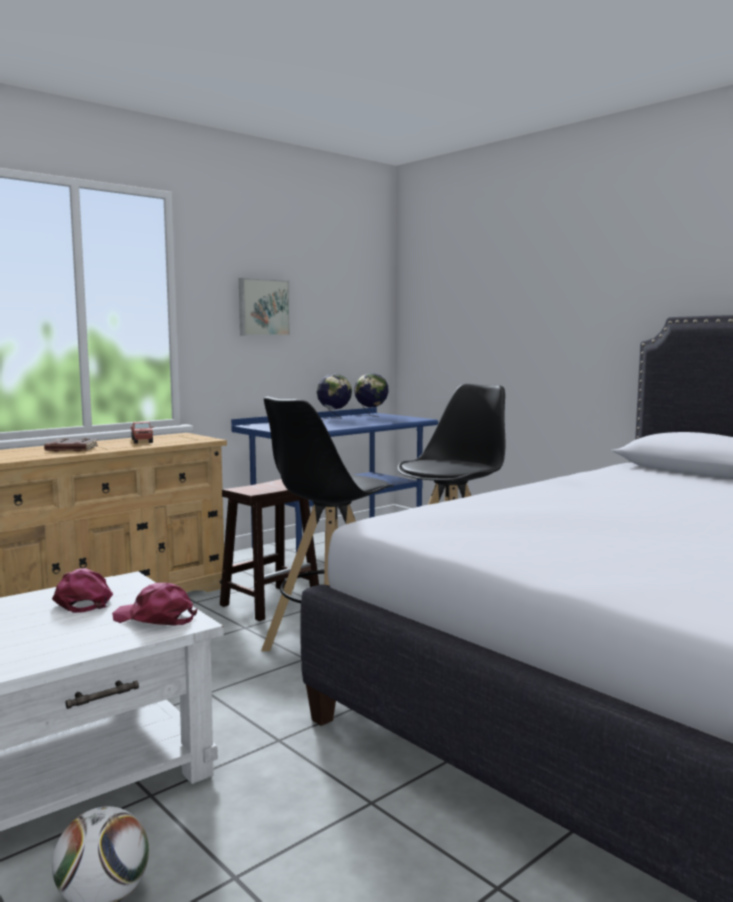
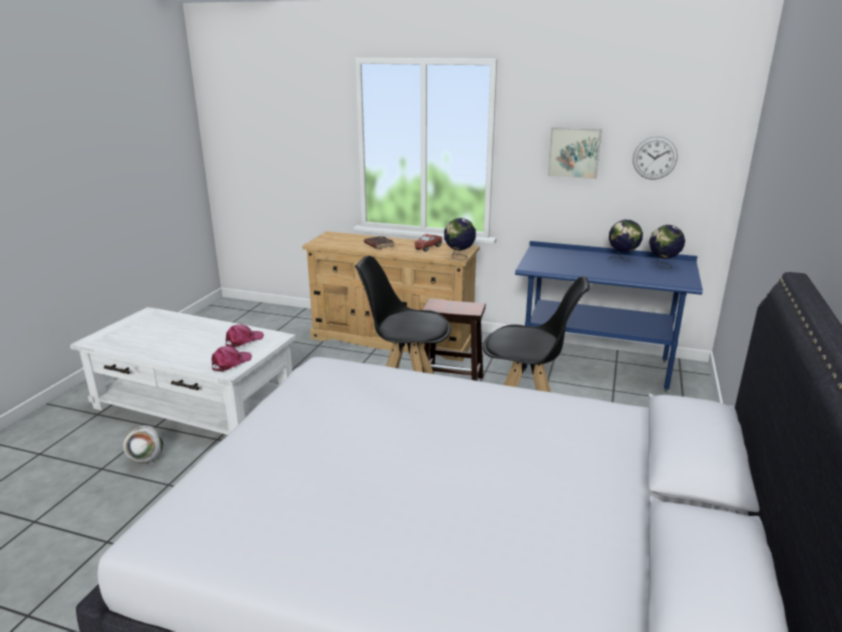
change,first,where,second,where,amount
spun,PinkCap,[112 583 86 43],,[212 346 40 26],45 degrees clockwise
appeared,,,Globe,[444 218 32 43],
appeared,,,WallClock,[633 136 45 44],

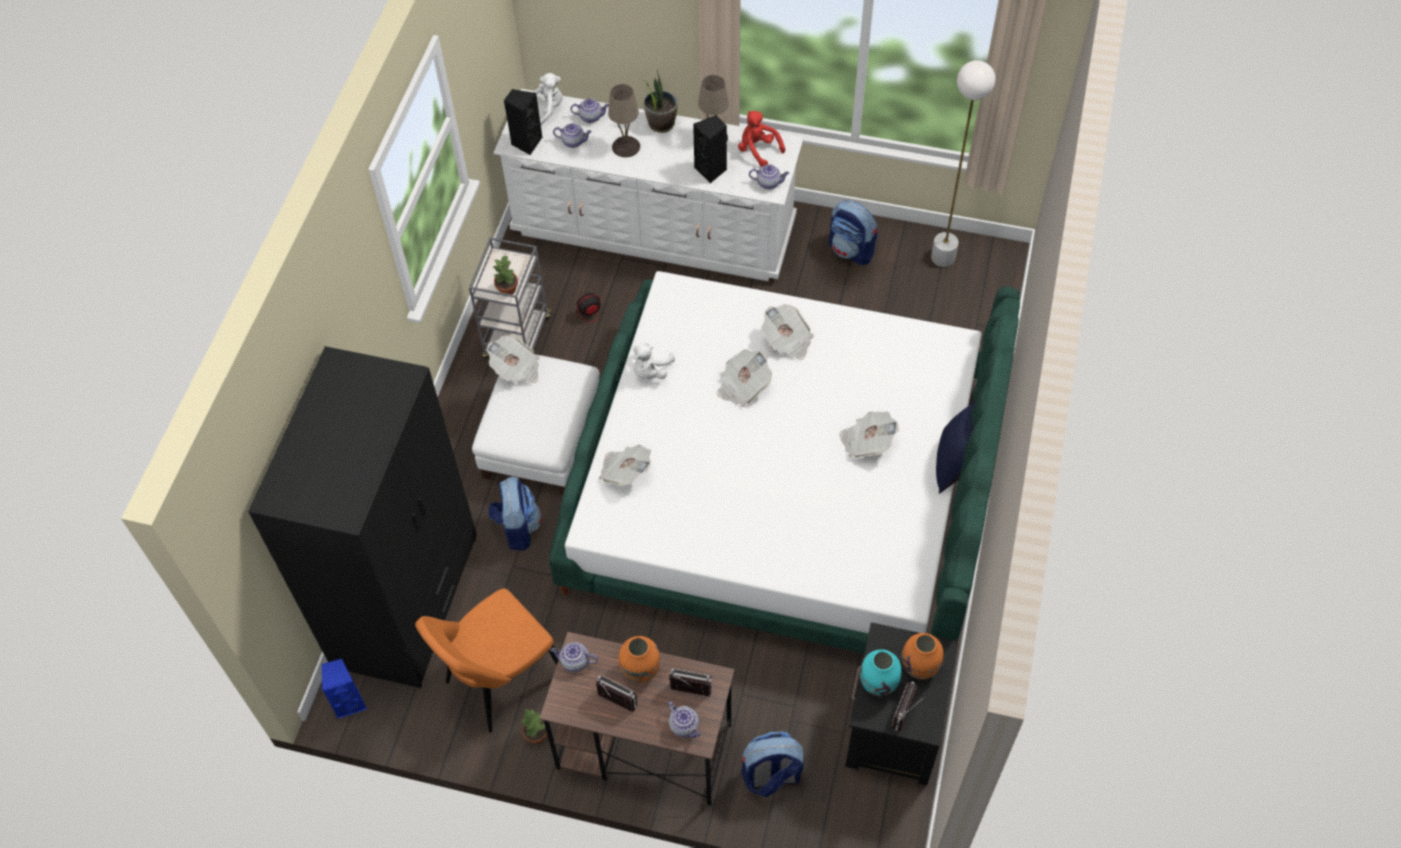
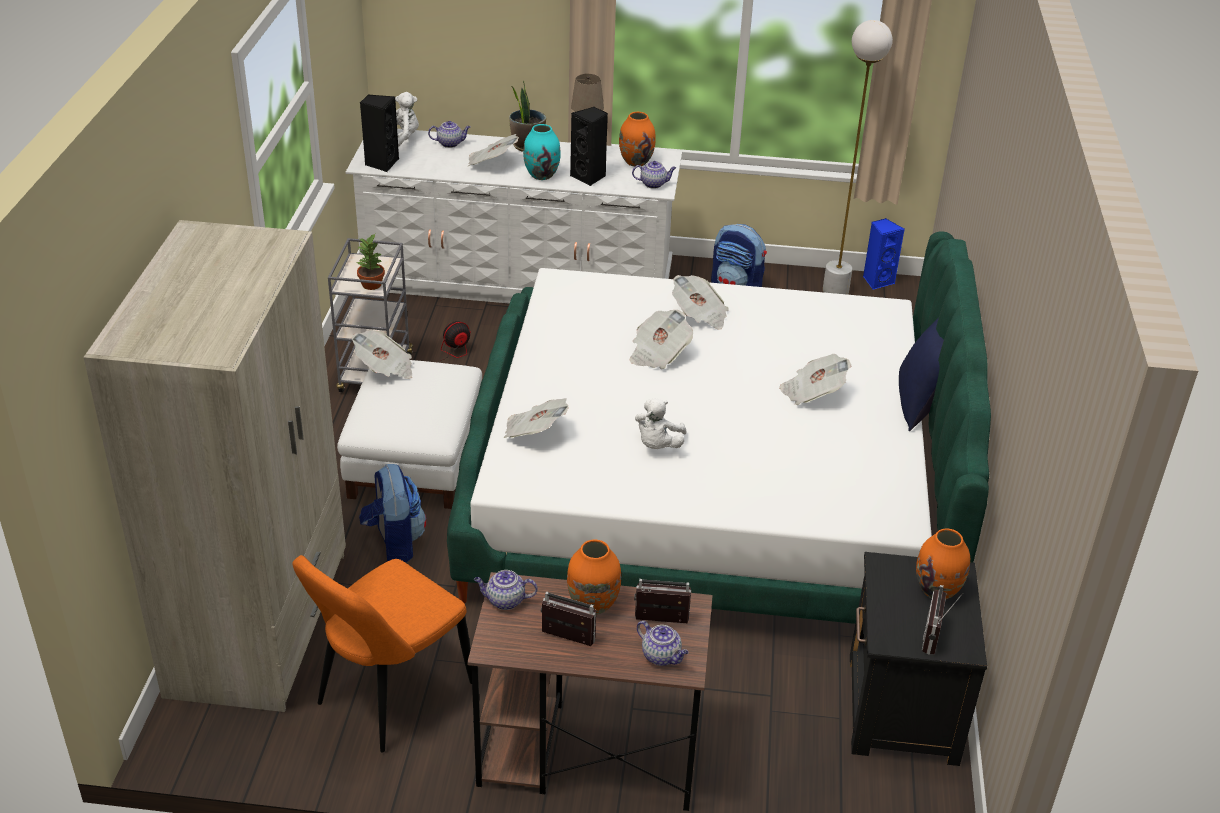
change,first,where,second,where,amount
colour,BlackWardrobe,[248 346 229 342],BeigeWardrobe,[83 220 263 492],
relocated,BlueSpeaker,[322 658 45 61],,[863 218 42 72],
missing,PottedPlant,[521 709 26 35],,,
missing,Teapot,[553 123 39 25],,,
exchanged,BeigeTableLamp,[608 84 32 73],Newspaper,[468 134 51 32],
relocated,WhitePlushToy,[633 343 42 36],,[635 398 52 51],
exchanged,RedPlushToy,[738 111 47 56],OrangeVase,[619 112 37 55],
missing,Backpack,[741 731 63 66],,,
relocated,TurquoiseVase,[860 649 42 47],,[523 124 38 56],

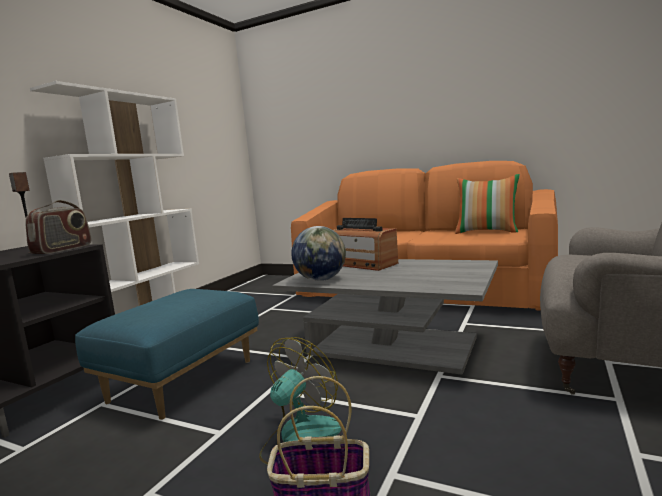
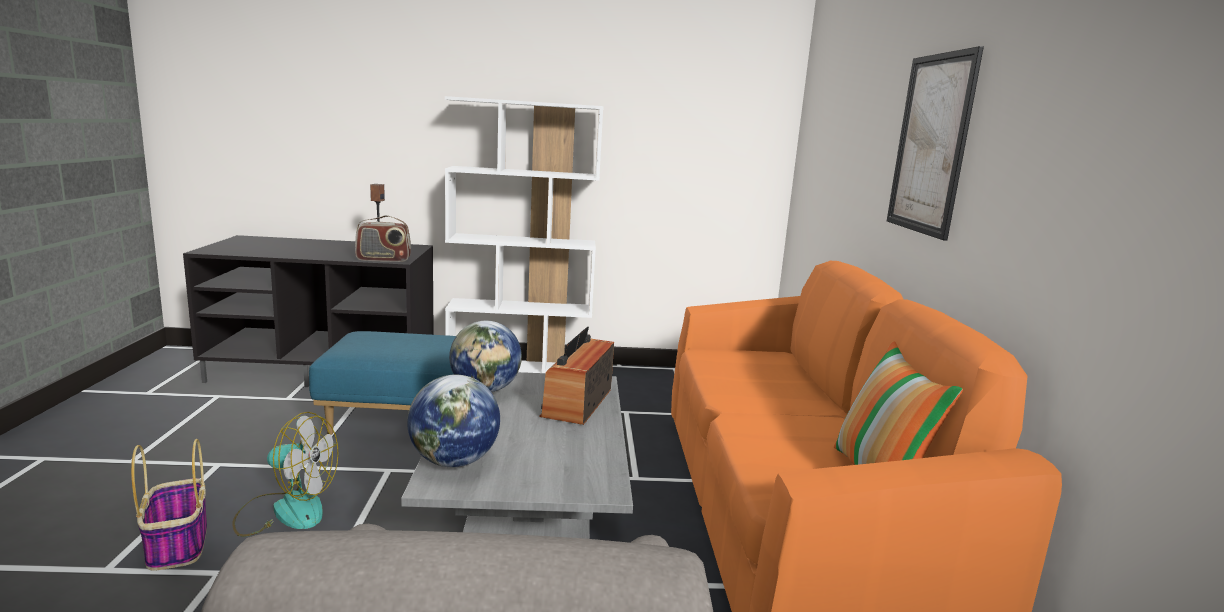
change,first,where,second,where,amount
appeared,,,Globe,[407 375 93 92],
appeared,,,Picture,[887 46 97 195],

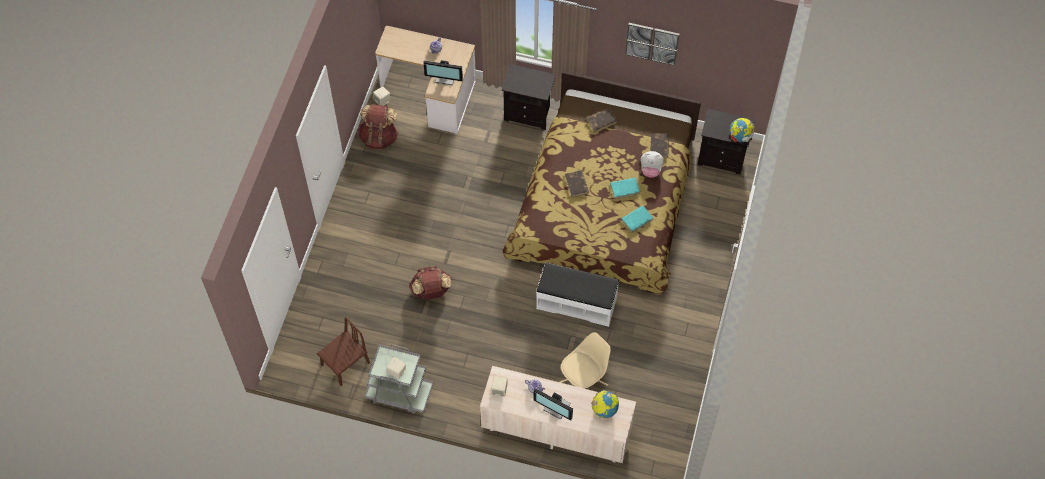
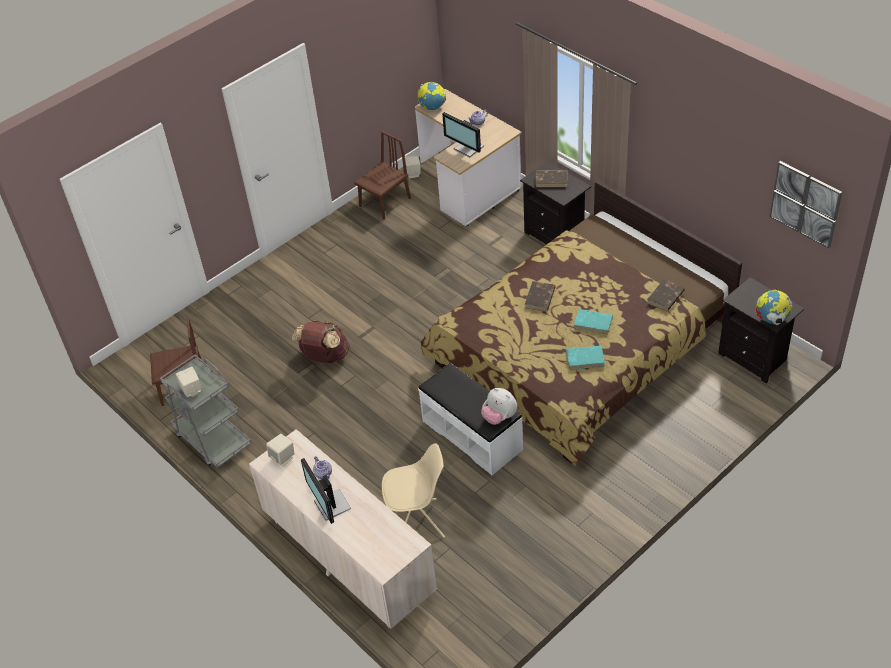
change,first,where,second,where,amount
exchanged,BrownBackpack,[358 104 40 46],BrownChair,[354 131 57 89],
relocated,BrownBook,[586 109 31 24],,[536 170 31 17],
relocated,Globe,[591 390 28 28],,[417 82 29 28],
relocated,Picture,[625 23 54 43],,[769 161 73 88],
relocated,PlushToy,[641 151 23 27],,[481 388 36 37],

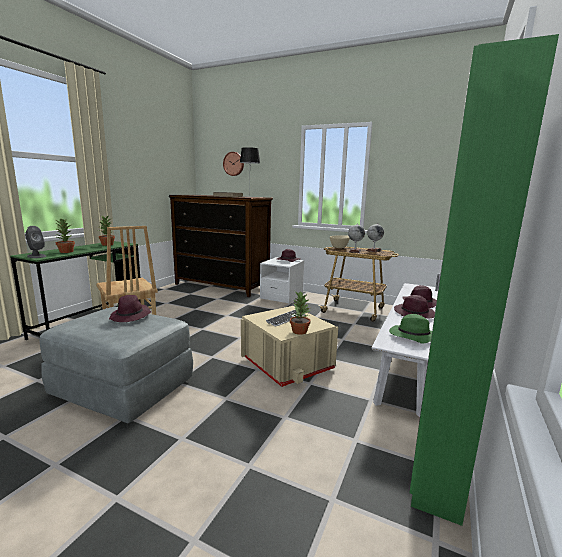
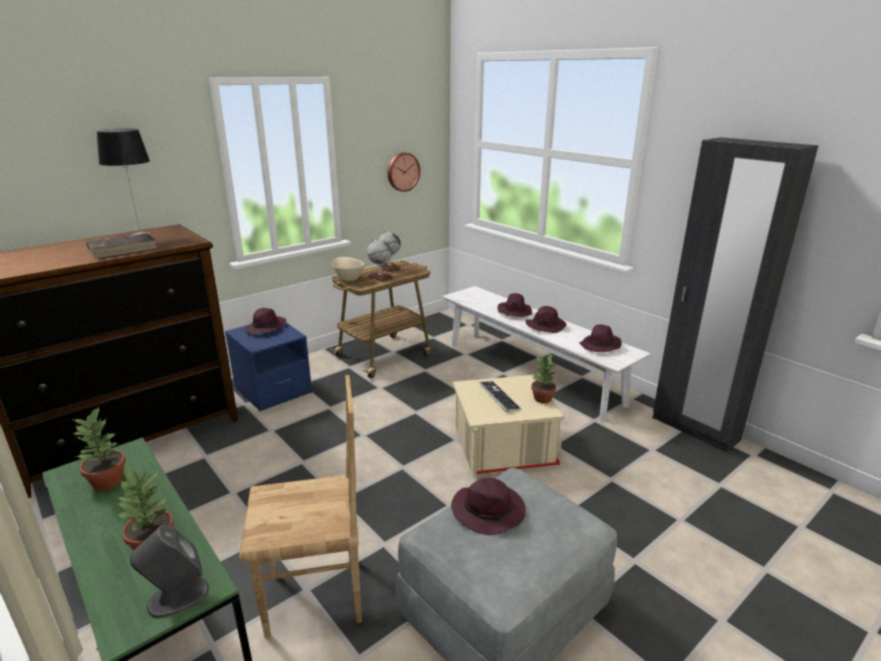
change,first,where,second,where,amount
relocated,WallClock,[223 152 21 24],,[388 153 32 39],
colour,WhiteNightstand,[260 257 44 47],BlueNightstand,[225 323 87 88],
colour,GreenHat,[389 314 43 30],PurpleHat,[579 325 42 27],
colour,GreenWardrobe,[409 34 150 492],BlackWardrobe,[653 137 165 316],

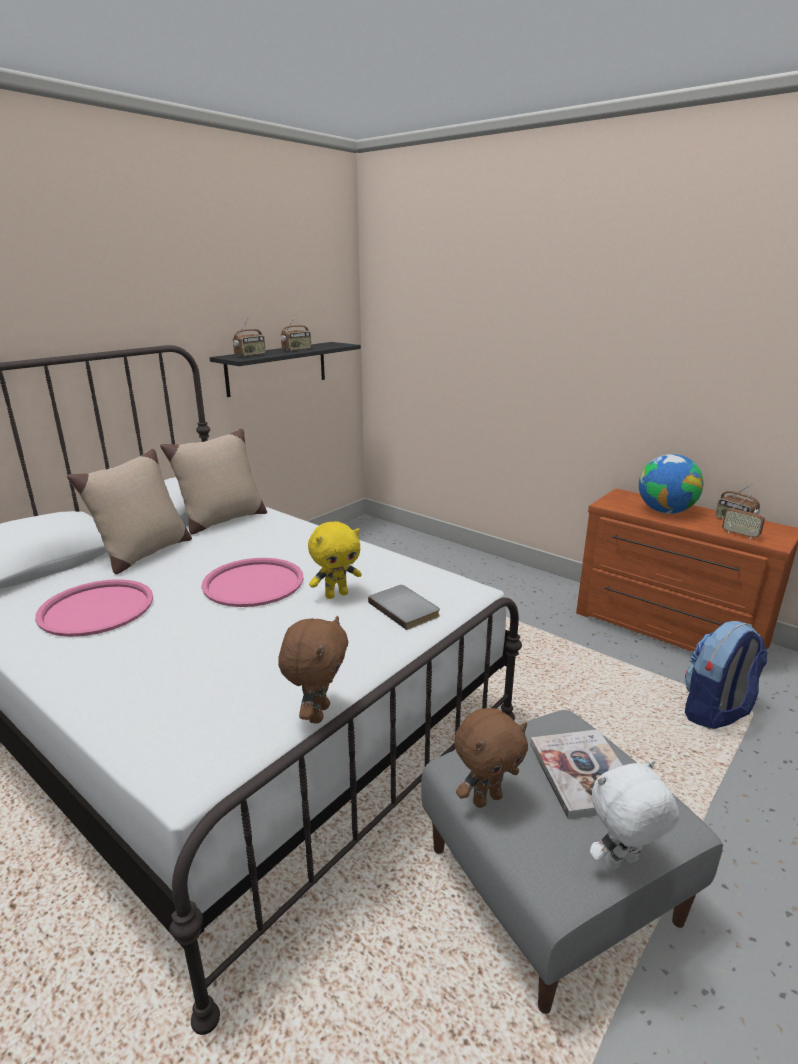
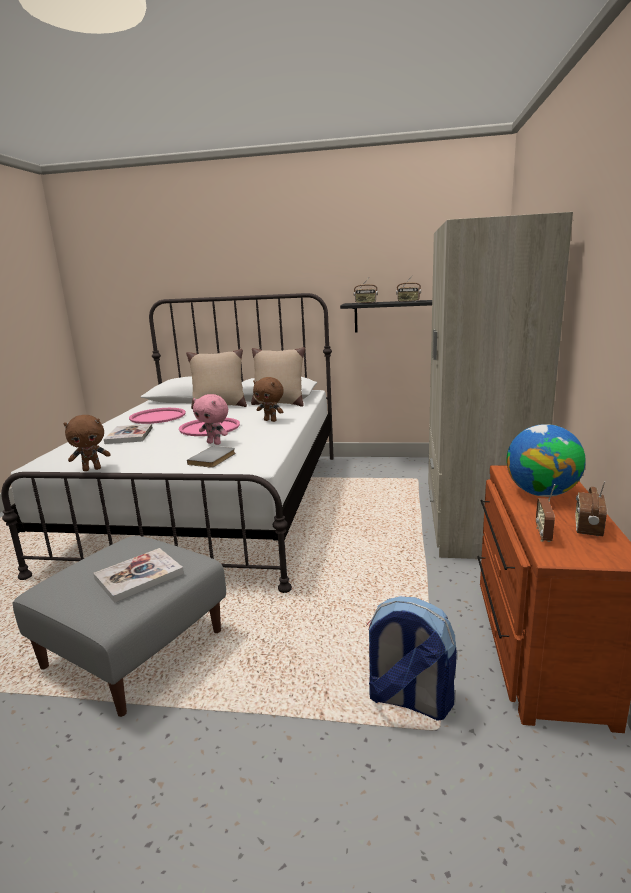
change,first,where,second,where,amount
colour,YellowPlushToy,[308 521 54 78],PinkPlushToy,[193 394 35 51],
relocated,BrownPlushToy,[454 708 74 100],,[253 377 31 45],
missing,WhitePlushToy,[590 760 89 110],,,
appeared,,,Book,[104 424 49 20],
appeared,,,BeigeWardrobe,[428 212 145 347],

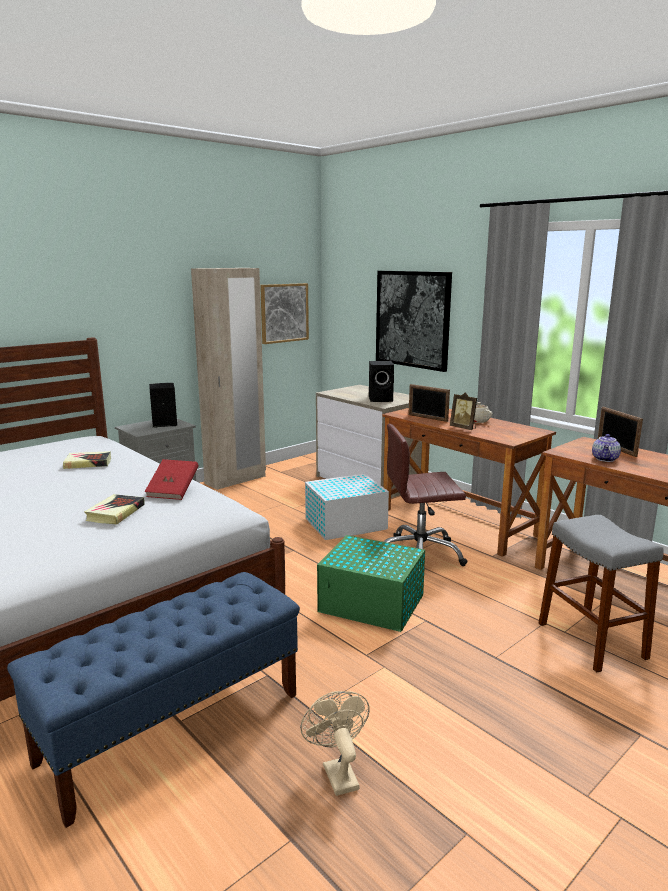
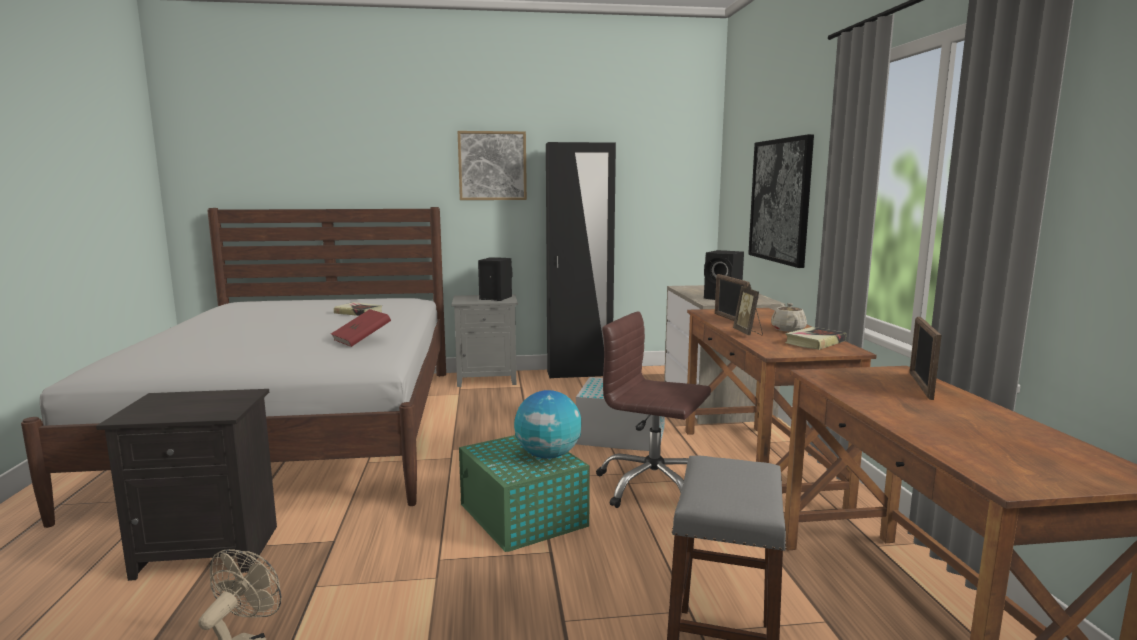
change,first,where,second,where,amount
exchanged,BlueBench,[7 572 293 256],BlackNightstand,[96 389 181 192],
relocated,Book,[84 494 61 30],,[785 327 61 23],
colour,BeigeWardrobe,[191 268 75 222],BlackWardrobe,[546 142 70 236],
relocated,Picture,[260 283 49 61],,[458 131 69 69],
missing,Teapot,[592 434 29 28],,,
appeared,,,Globe,[514 390 67 69],

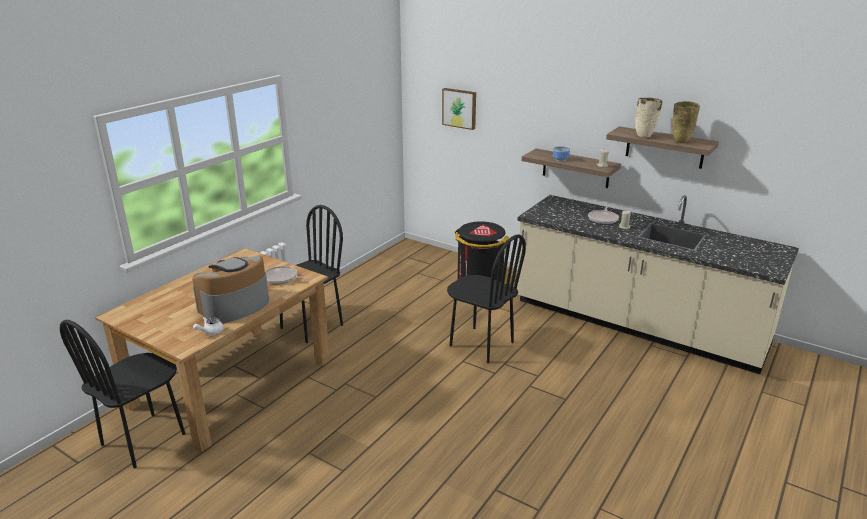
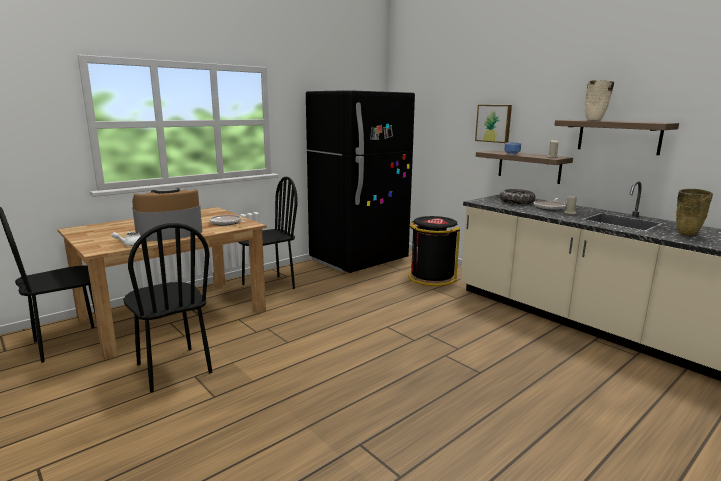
change,first,where,second,where,amount
relocated,Picture,[442 88 34 42],,[475 105 37 38],
relocated,BlackChair,[447 235 79 128],,[123 223 89 170],
relocated,BeigeVase,[673 101 27 42],,[676 189 37 47],
appeared,,,BlackFridge,[306 90 109 183],
appeared,,,Bowl,[500 189 35 15],

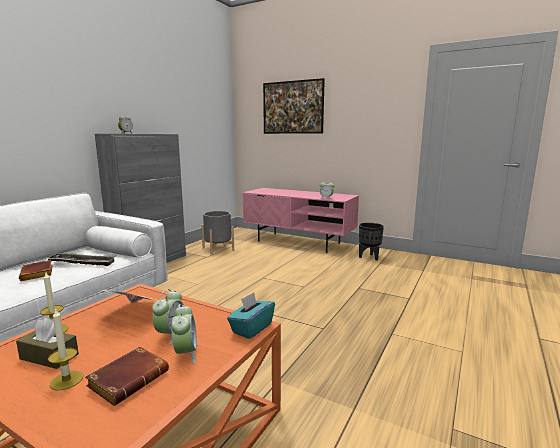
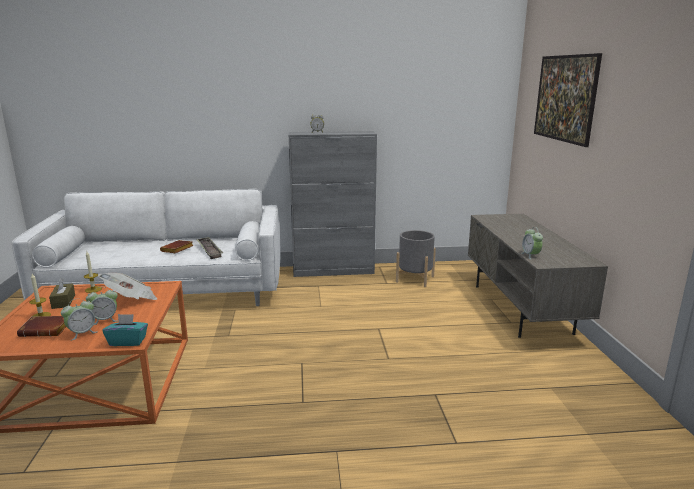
change,first,where,second,where,amount
colour,PinkTvStand,[242 188 117 65],GreyTvStand,[468 214 140 124],
missing,BlackPlanter,[359 223 25 37],,,

